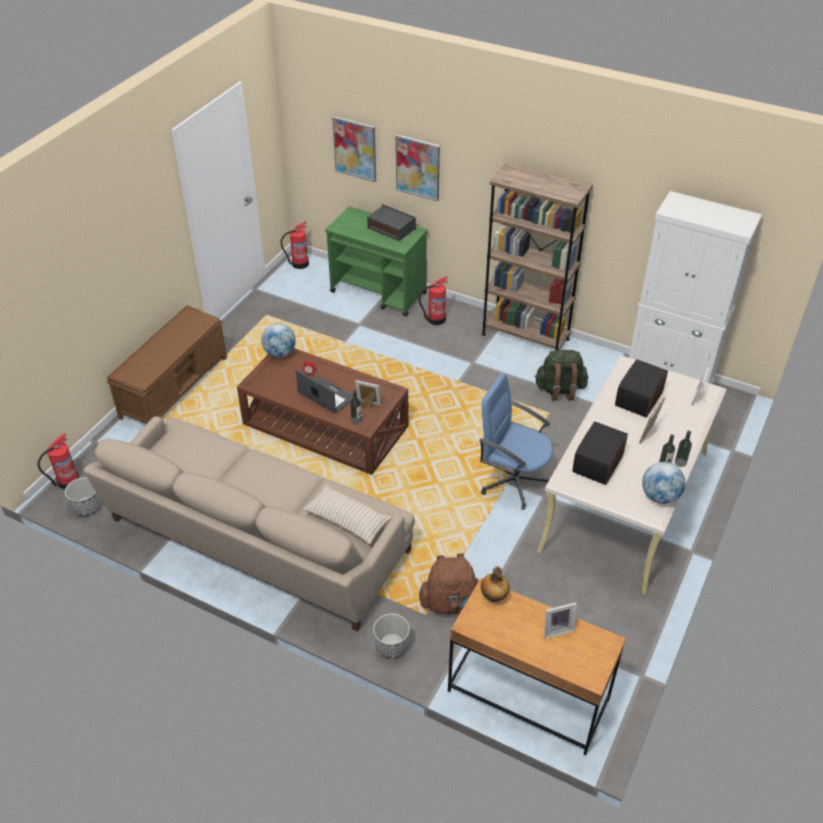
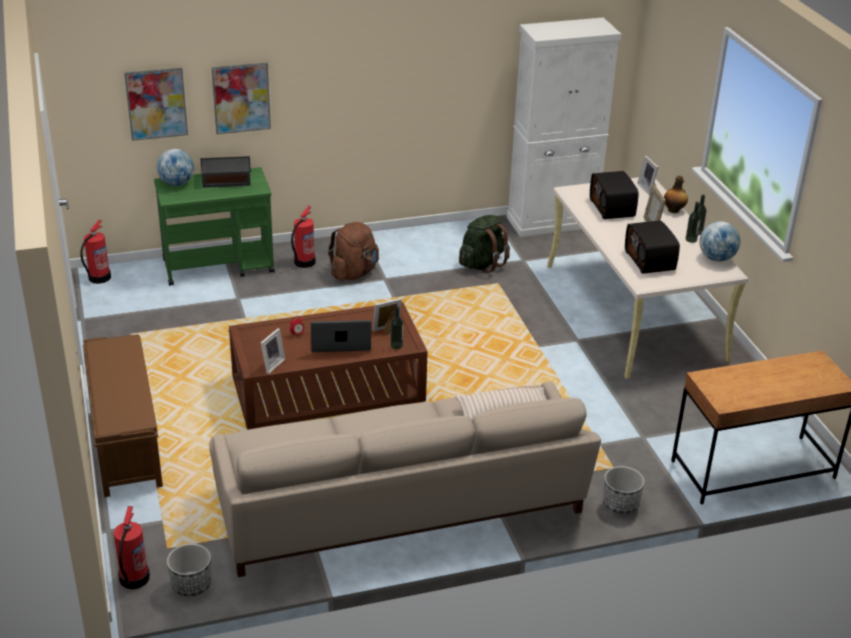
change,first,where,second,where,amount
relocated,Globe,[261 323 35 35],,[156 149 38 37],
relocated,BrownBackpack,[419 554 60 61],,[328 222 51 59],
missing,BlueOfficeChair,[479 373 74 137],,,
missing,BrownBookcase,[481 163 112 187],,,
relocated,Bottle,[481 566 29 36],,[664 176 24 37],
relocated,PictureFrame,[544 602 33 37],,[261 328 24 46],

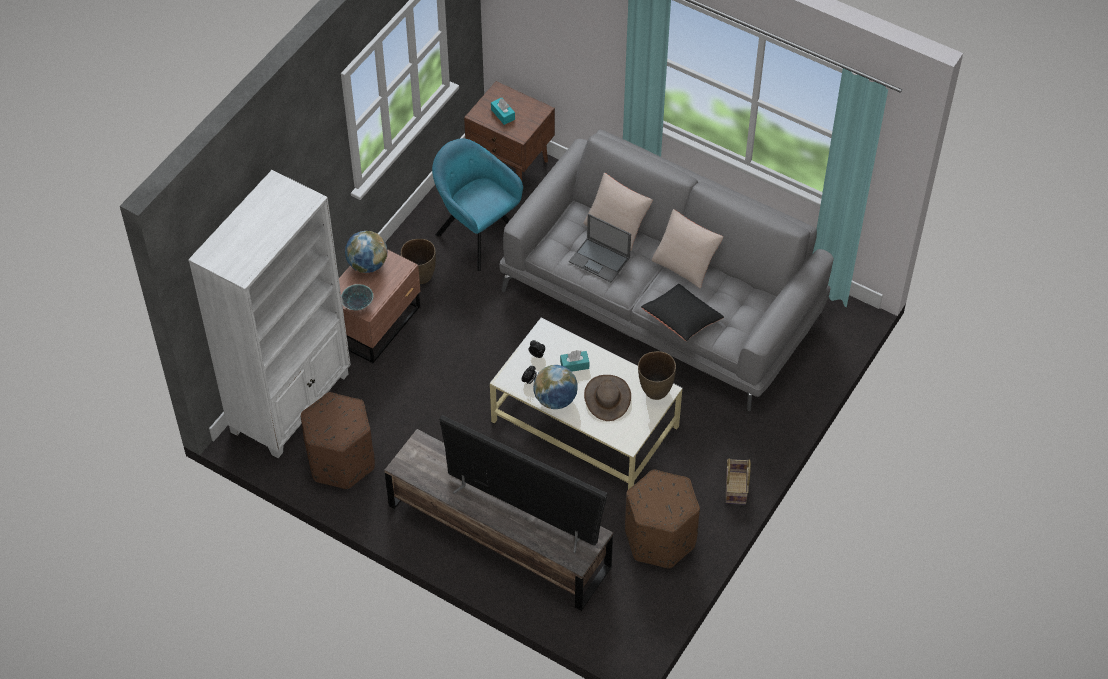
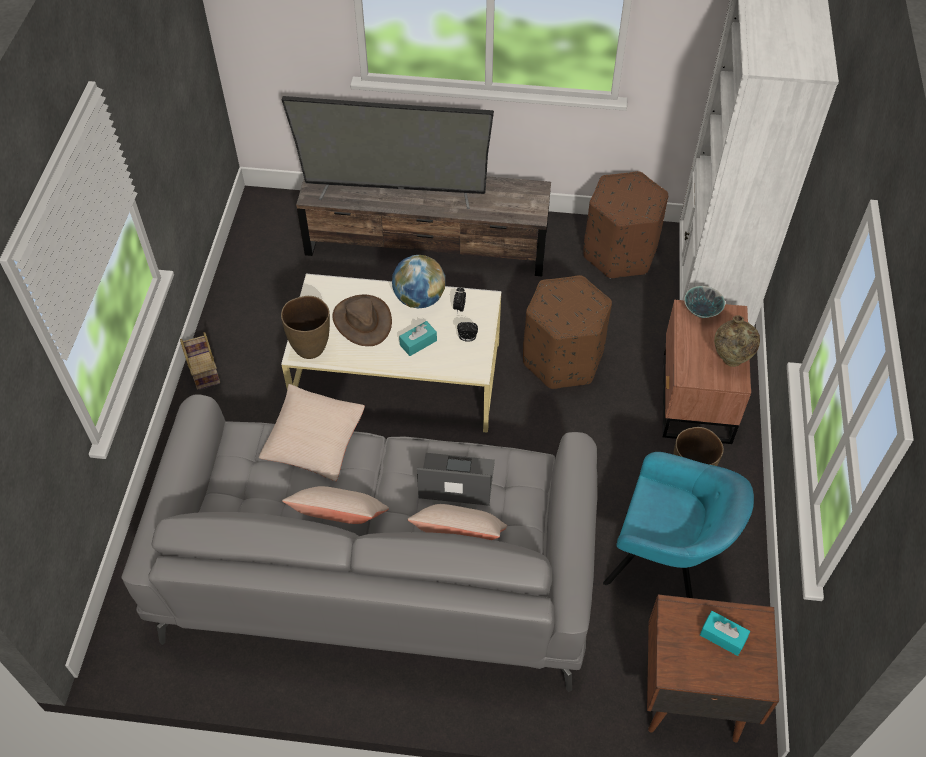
change,first,where,second,where,amount
exchanged,Globe,[345 231 42 42],BeigeVase,[714 315 46 52],
relocated,BrownOttoman,[625 470 75 98],,[523 275 89 114],
colour,BlackPillow,[641 284 83 57],BeigePillow,[259 384 106 97],

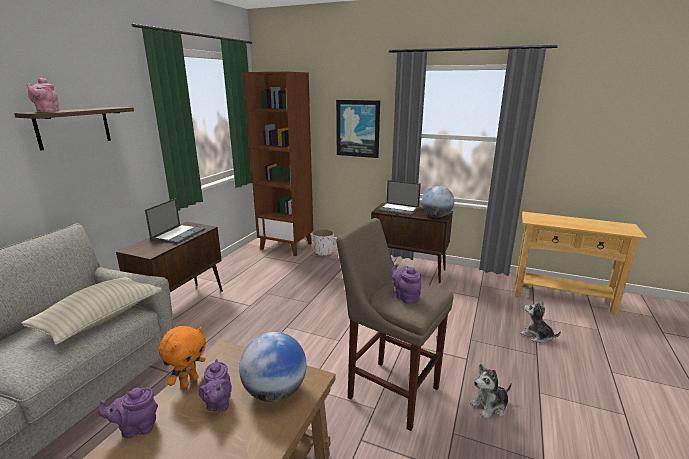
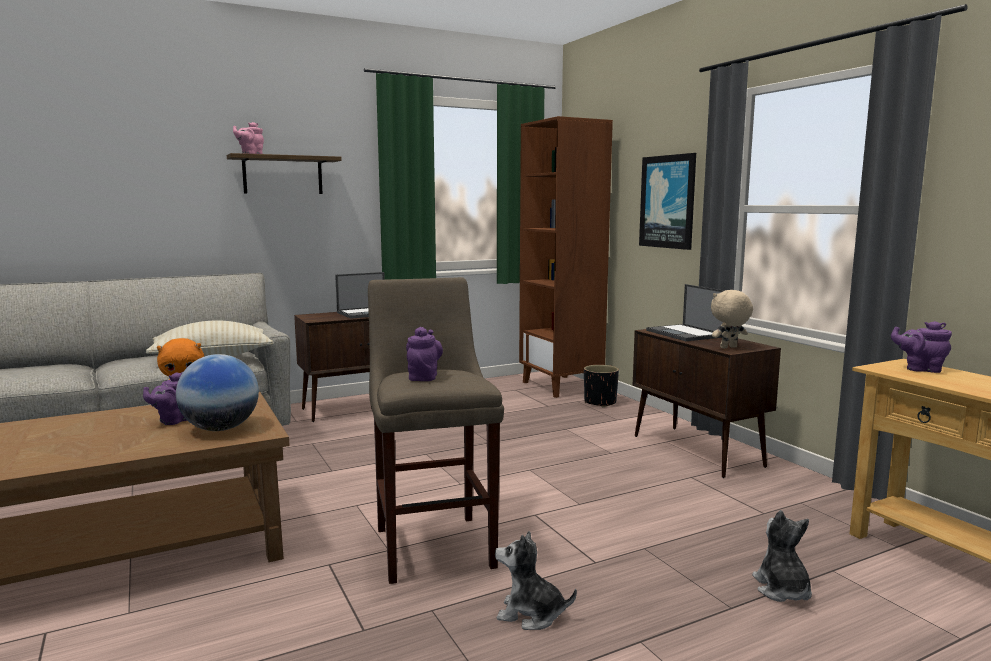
change,first,where,second,where,amount
relocated,PurpleTeapot,[98 387 60 51],,[891 321 61 52],
colour,WhitePlanter,[313 229 21 27],BlackPlanter,[584 365 35 42],
exchanged,Globe,[422 186 32 31],BeigePlushToy,[711 290 42 59],

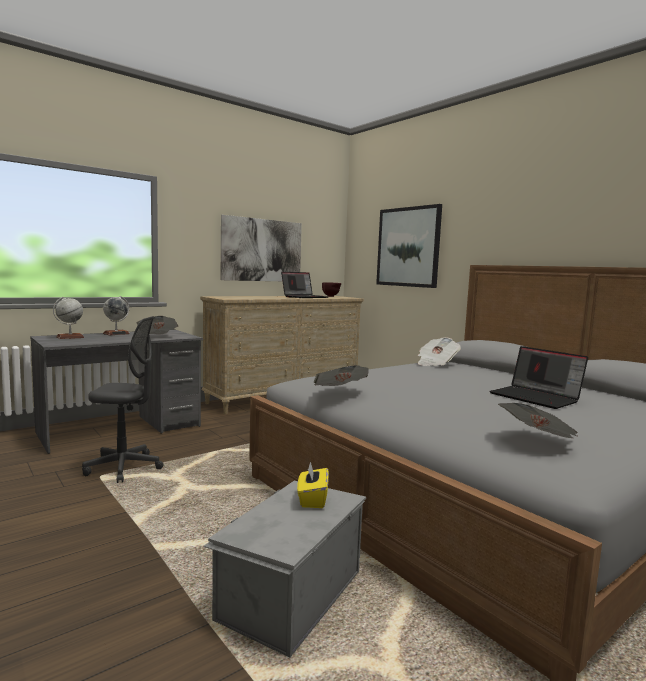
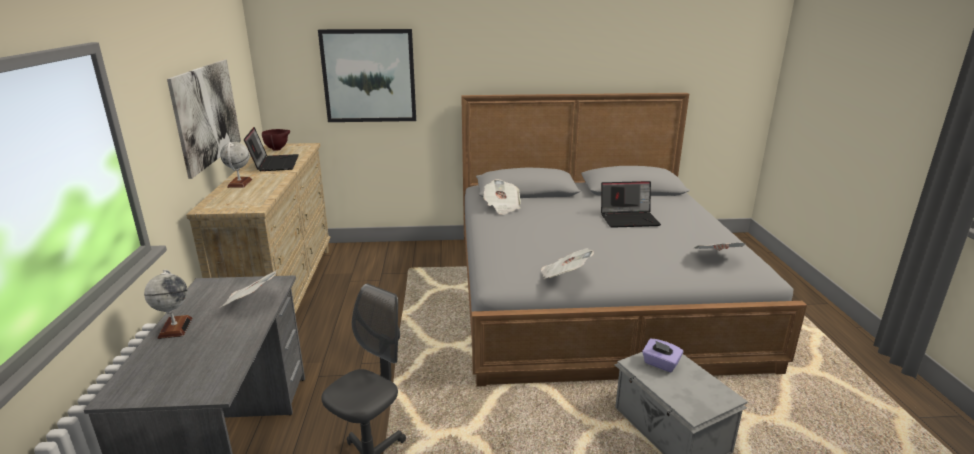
change,first,where,second,where,amount
relocated,Globe,[53 297 31 42],,[220 142 32 46],
colour,YellowTissueBox,[297 461 32 47],PurpleTissueBox,[642 339 41 33],

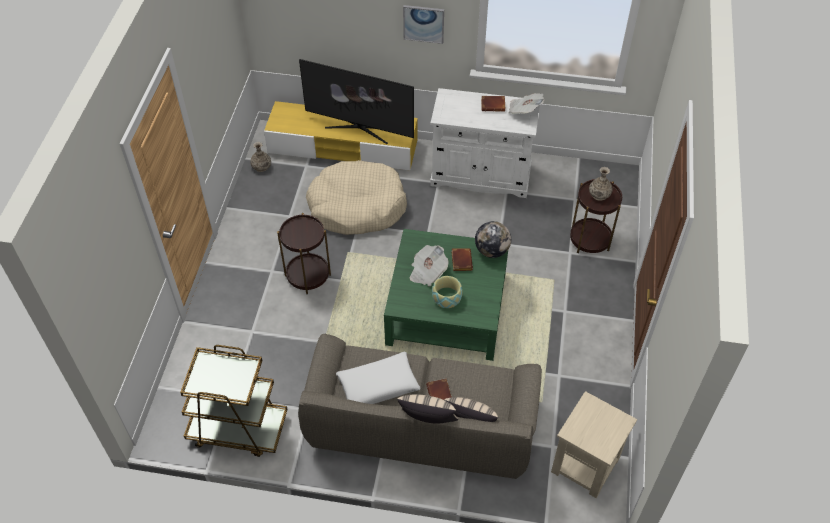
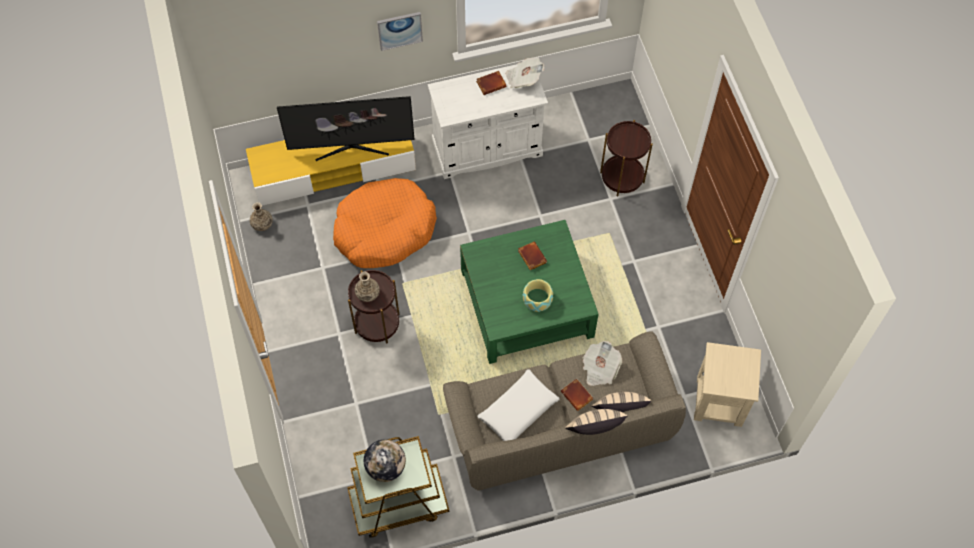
change,first,where,second,where,amount
colour,BeigeDogBed,[306 160 101 75],OrangeDogBed,[333 178 104 90],
relocated,Newspaper,[409 245 40 41],,[582 341 40 45],
relocated,Globe,[475 221 36 37],,[364 439 42 43],
relocated,Vase,[589 167 23 34],,[355 272 25 30],

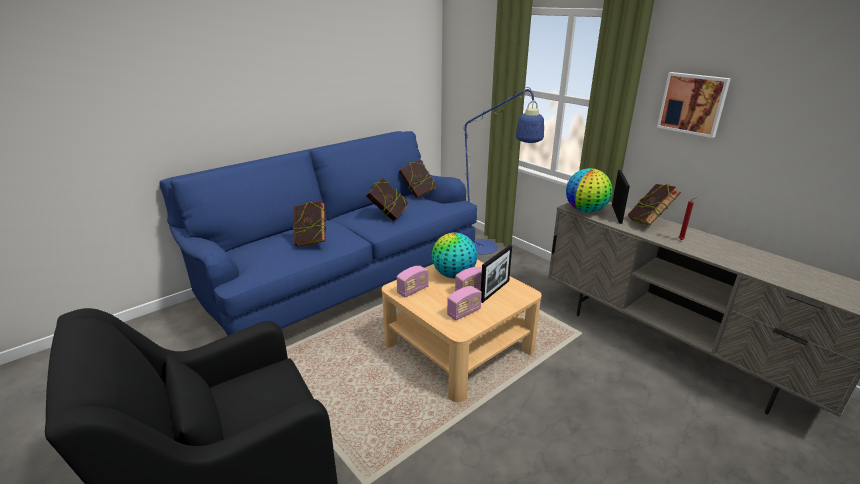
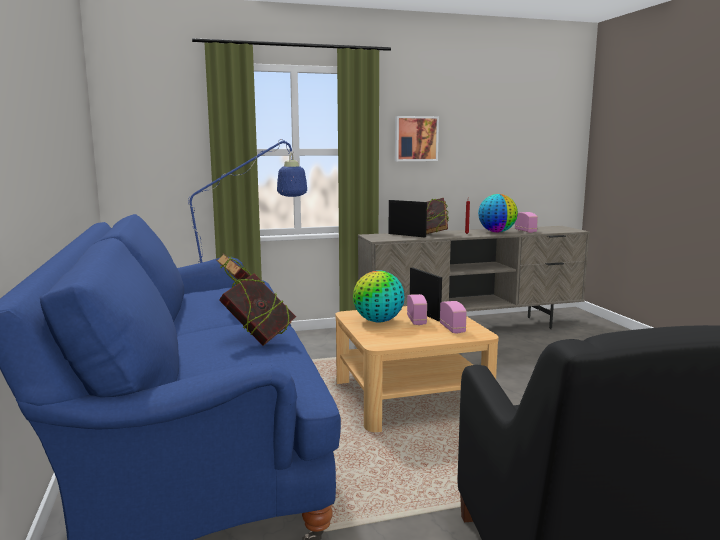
change,first,where,second,where,amount
relocated,Radio,[397 266 32 31],,[515 212 23 21],
missing,Book,[399 159 38 40],,,
relocated,Globe,[566 168 46 45],,[478 194 40 38],

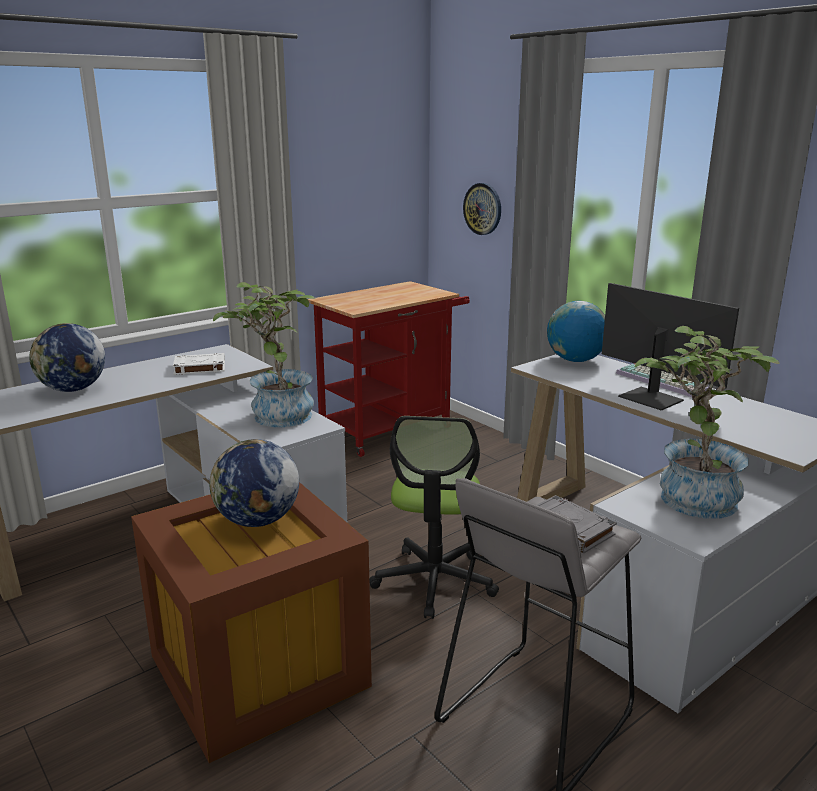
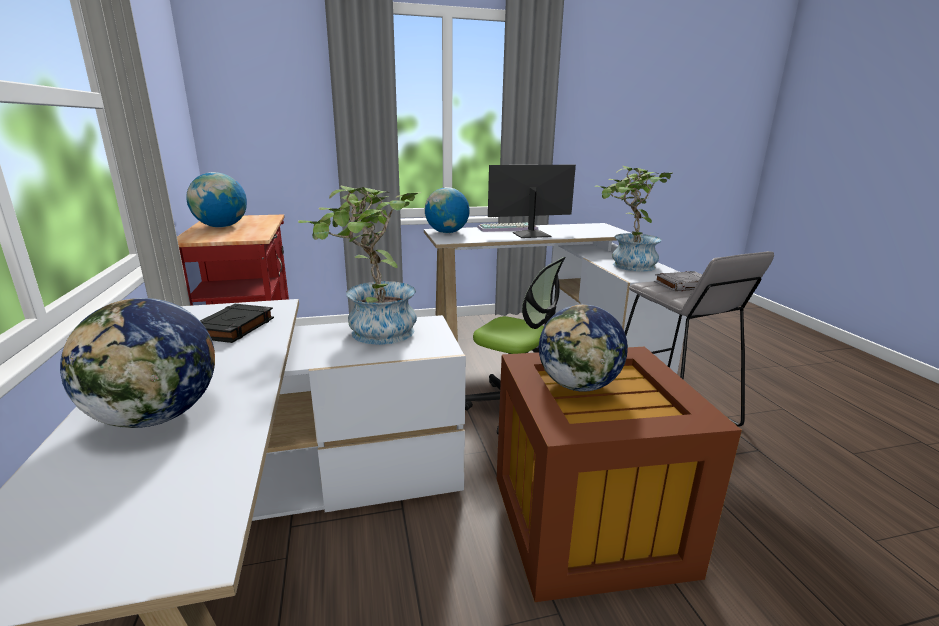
change,first,where,second,where,amount
colour,WhiteBook,[173 353 52 22],BlackBook,[199 304 75 39],
missing,WallClock,[463 183 38 52],,,
appeared,,,Globe,[186 172 61 56],

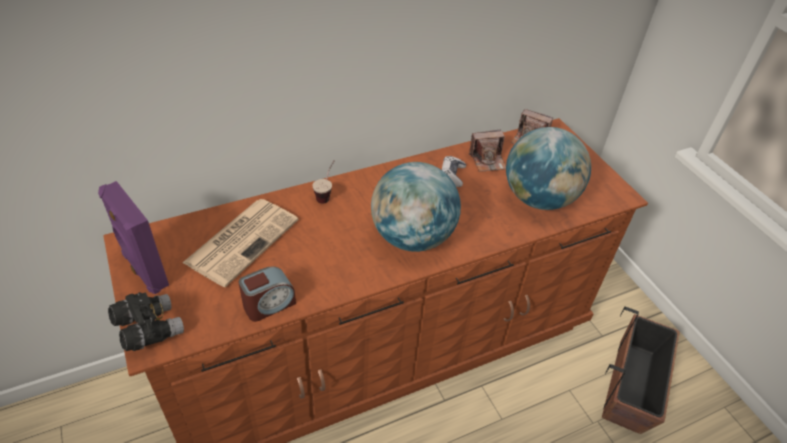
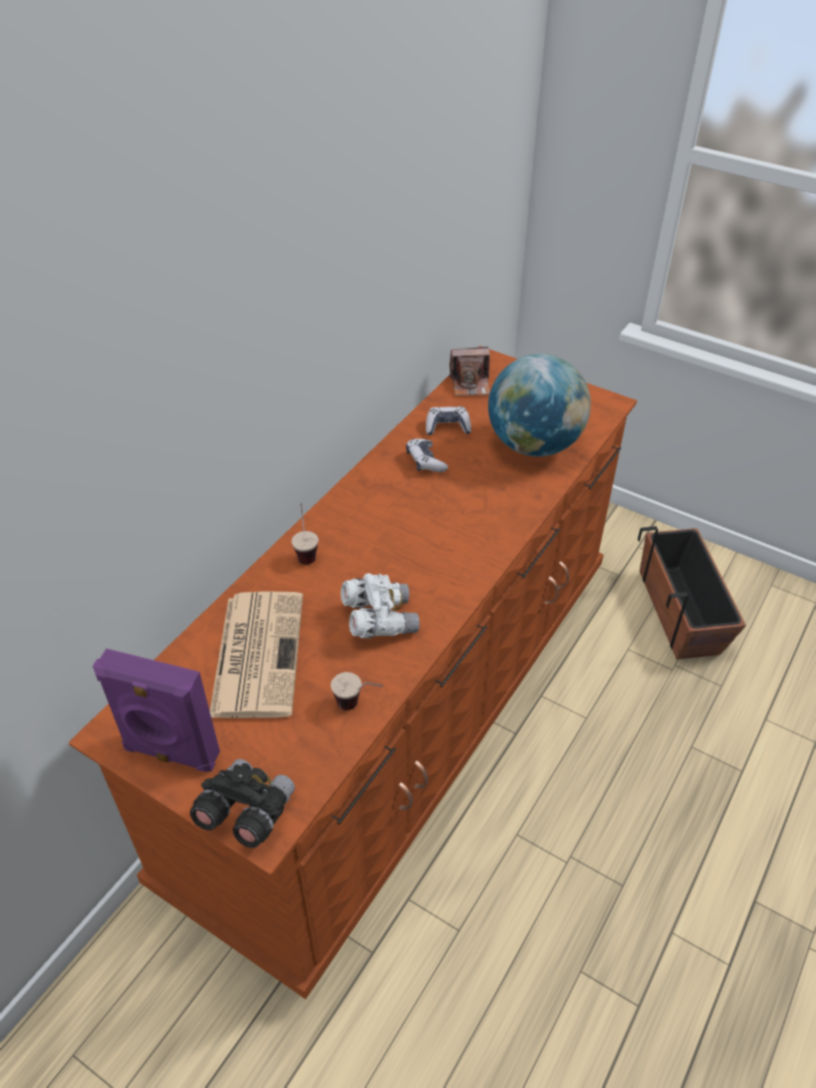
change,first,where,second,where,amount
exchanged,AlarmClock,[238 266 58 56],Cup,[331 672 52 38],
missing,Globe,[371 162 90 90],,,
exchanged,PhotoCamera,[469 129 37 43],GameController,[426 406 45 29],
appeared,,,WhiteBinoculars,[341 573 79 65],

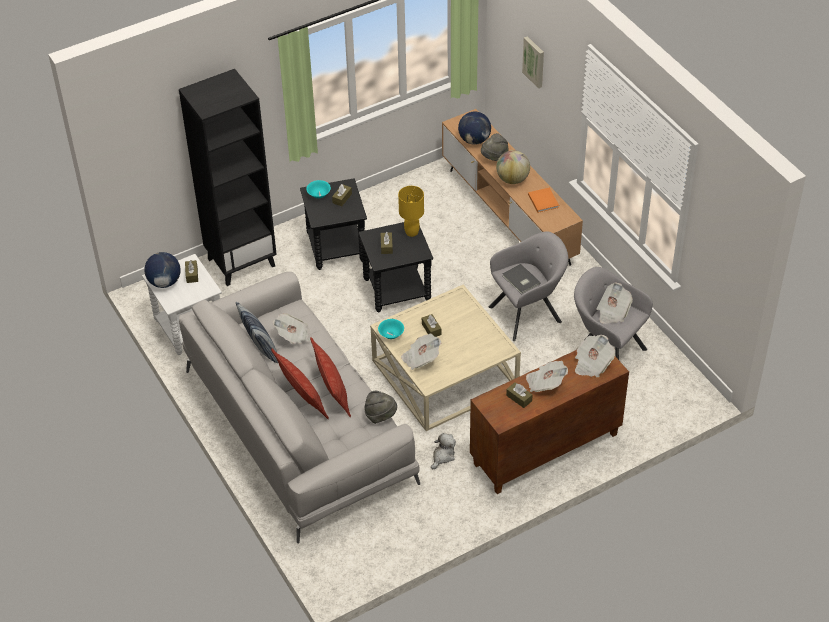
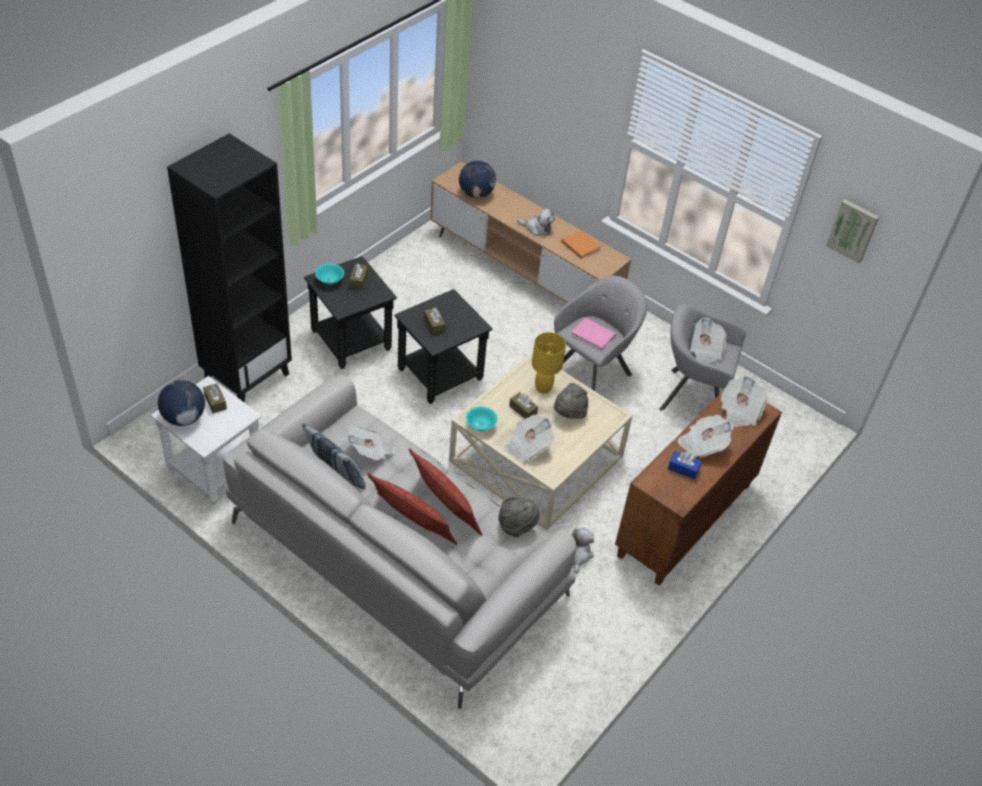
change,first,where,second,where,amount
relocated,YellowTableLamp,[398 186 26 51],,[532 332 34 62],
relocated,GreyHat,[481 133 28 28],,[554 383 34 36],
exchanged,Globe,[496 150 34 34],PlushToy,[517 208 37 28],
colour,GreyBook,[502 264 38 30],PinkBook,[571 318 45 33],
colour,BrownTissueBox,[506 382 27 26],BlueTissueBox,[668 451 34 28],
relocated,Picture,[522 36 22 52],,[826 199 53 64],

